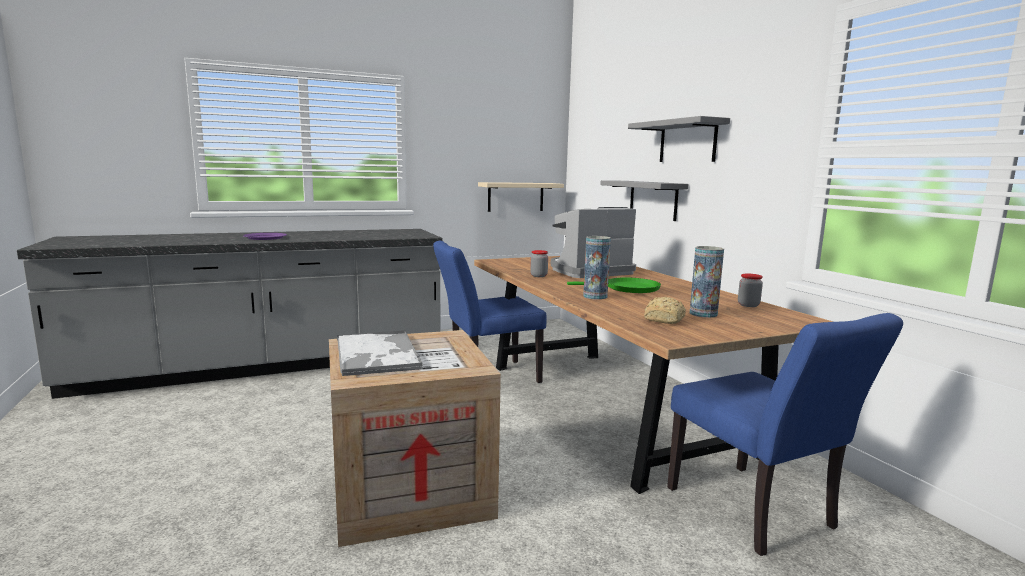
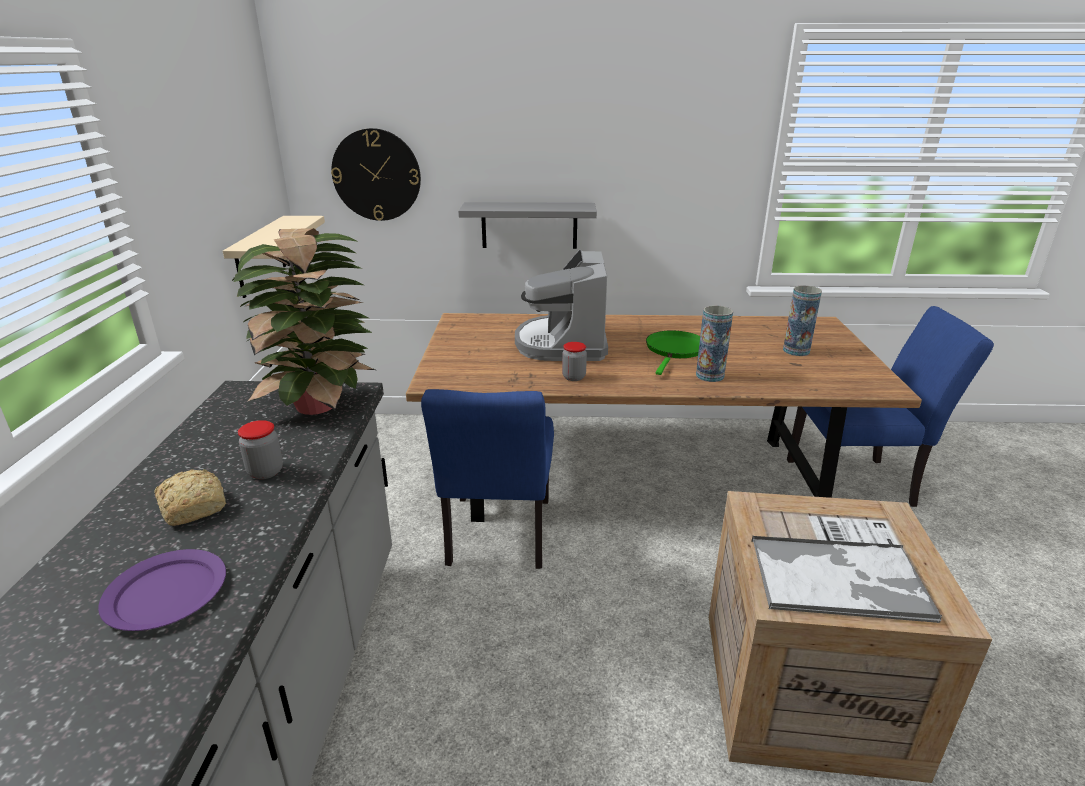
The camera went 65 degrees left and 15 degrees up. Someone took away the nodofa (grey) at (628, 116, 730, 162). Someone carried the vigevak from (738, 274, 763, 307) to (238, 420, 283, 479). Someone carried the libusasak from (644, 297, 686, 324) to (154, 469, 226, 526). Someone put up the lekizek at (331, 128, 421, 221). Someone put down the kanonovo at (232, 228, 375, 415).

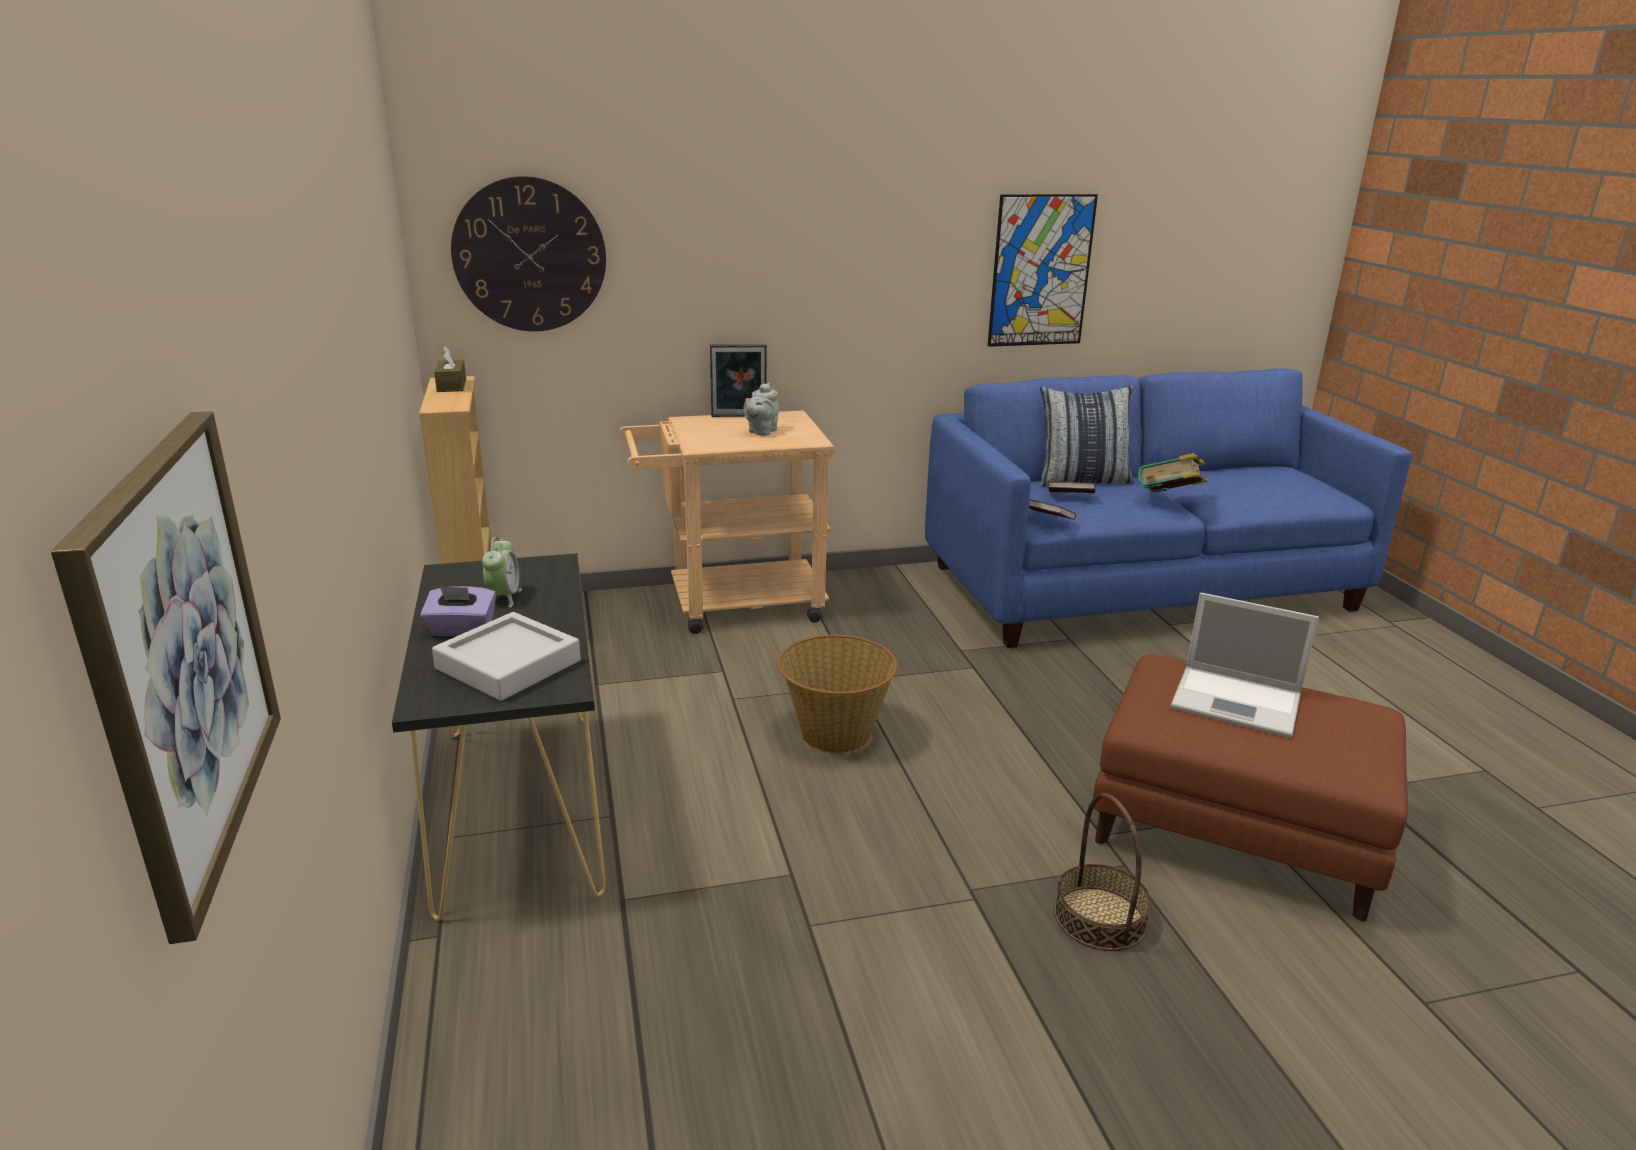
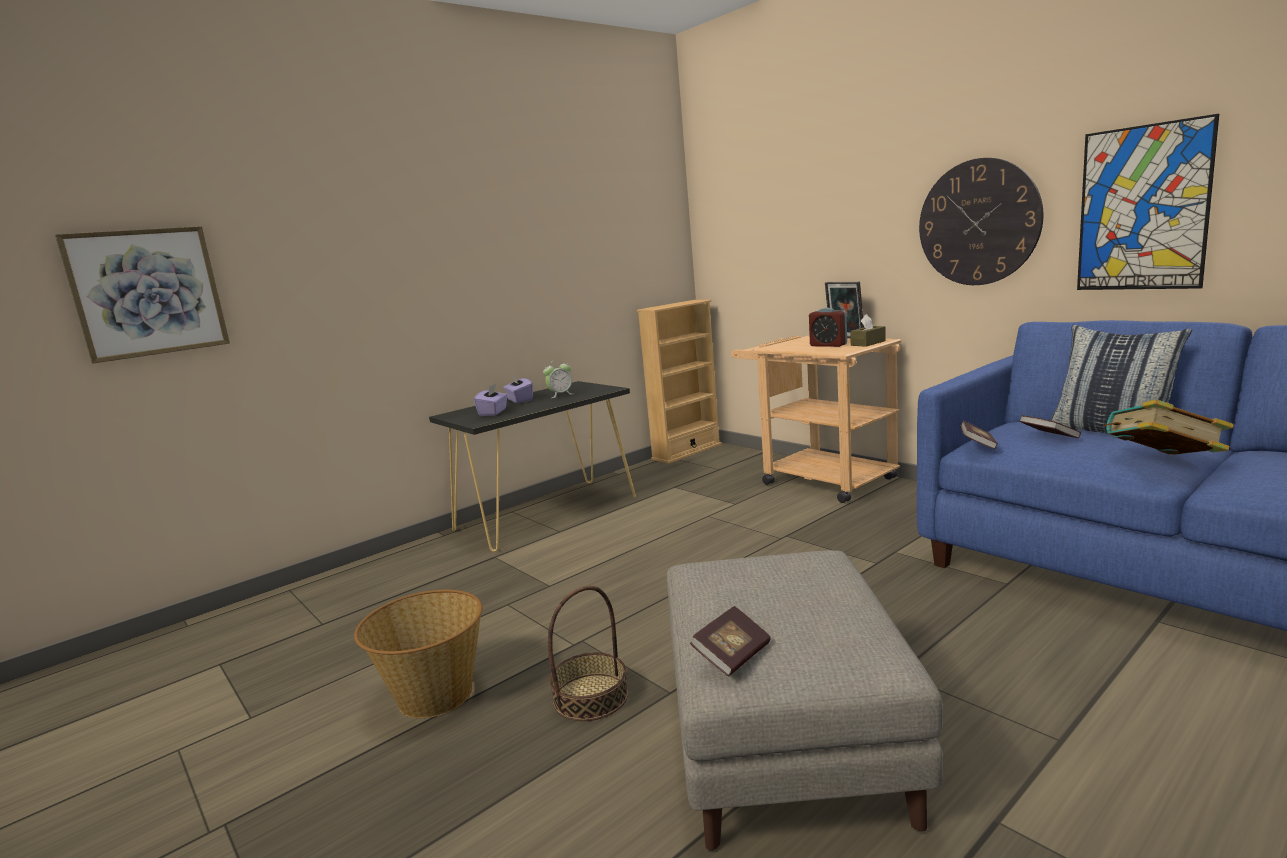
The camera went 65 degrees right and 10 degrees down. Someone carried the lekizek from (451, 176, 606, 331) to (919, 158, 1044, 285). Someone carried the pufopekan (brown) from (434, 346, 466, 392) to (850, 314, 886, 347). Someone swapped the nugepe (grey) at (744, 383, 779, 436) for the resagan at (809, 308, 847, 347). Someone took away the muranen at (1170, 592, 1319, 738). Someone swapped the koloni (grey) at (432, 612, 581, 701) for the pufopekan (purple) at (474, 384, 508, 416). Someone carried the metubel from (777, 634, 897, 754) to (354, 590, 482, 718). Someone repainted the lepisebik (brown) at (1093, 654, 1408, 922), which became the lepisebik (grey) at (667, 550, 943, 851). Someone put down the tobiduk at (690, 606, 771, 677).

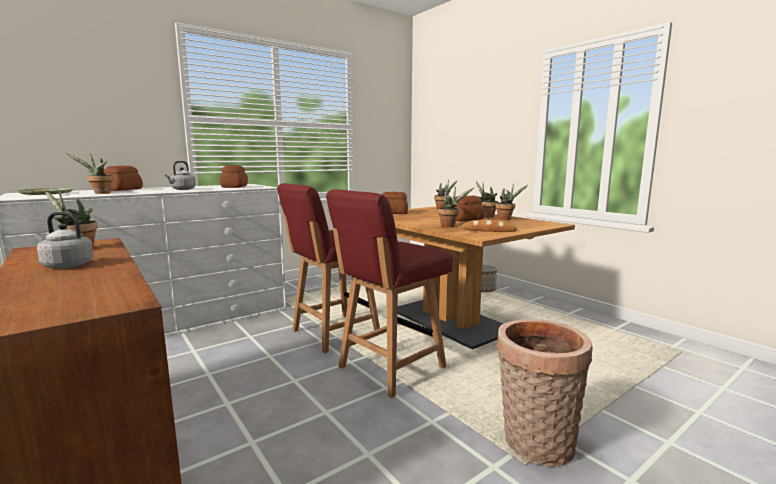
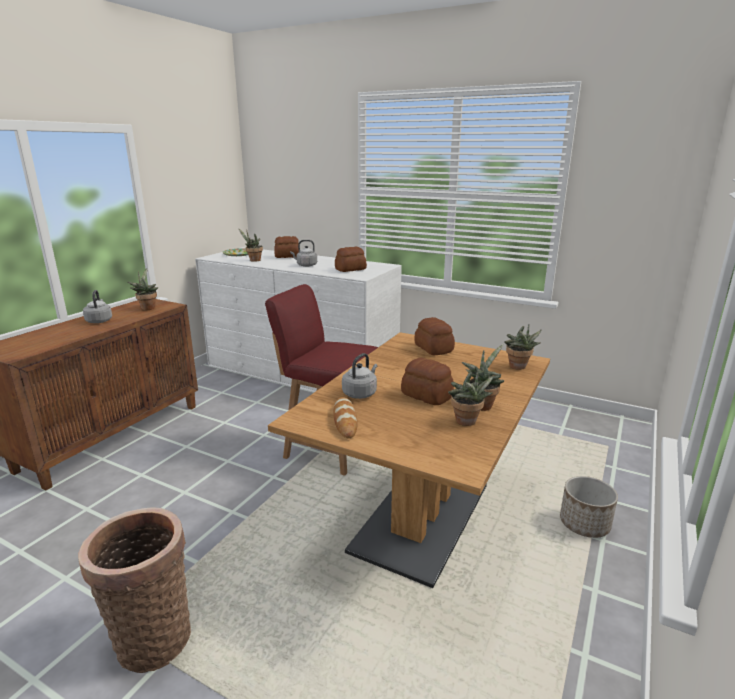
The camera went 65 degrees right and 10 degrees up. Someone swapped the kanonovo at (438, 186, 475, 227) for the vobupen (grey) at (342, 353, 377, 399). Someone took away the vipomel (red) at (326, 189, 453, 398).

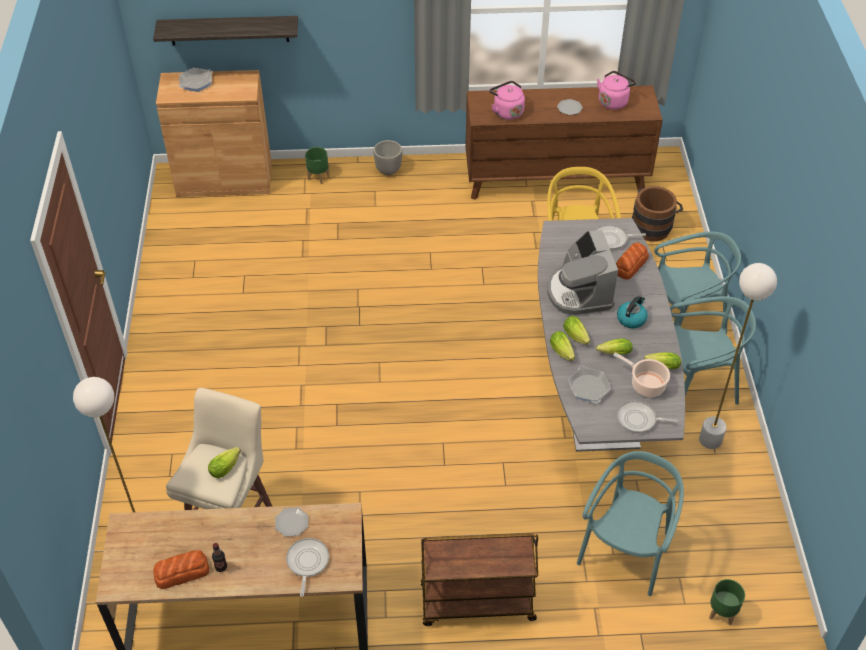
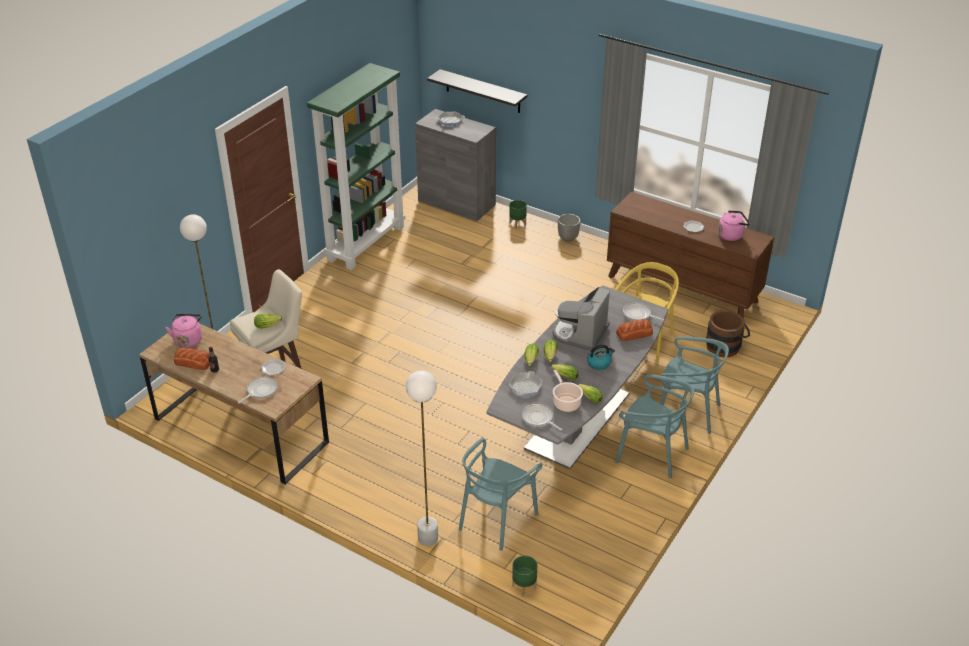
The camera went 35 degrees right and 10 degrees down. Someone repainted the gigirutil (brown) at (156, 70, 272, 197), which became the gigirutil (grey) at (415, 109, 496, 221). Someone carried the vobupen (pink) from (489, 81, 525, 120) to (165, 314, 202, 348). Someone carried the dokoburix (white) from (699, 263, 777, 449) to (406, 371, 438, 546). Someone rotated the vipomel (turquoise) at (577, 451, 684, 596) by 150 degrees clockwise. Someone took away the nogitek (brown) at (421, 533, 538, 626). Someone put down the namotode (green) at (307, 63, 405, 270).

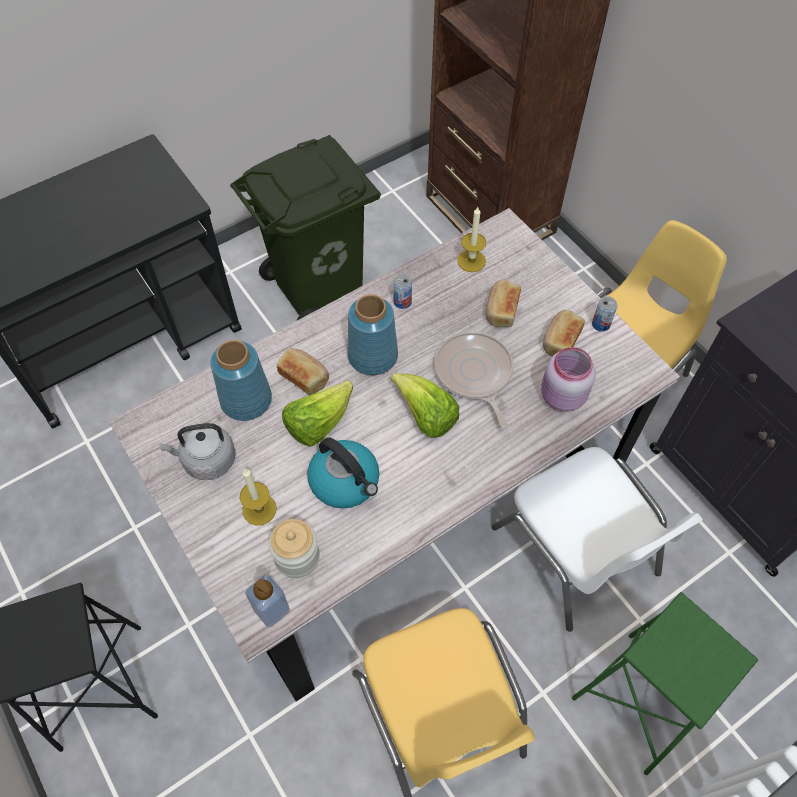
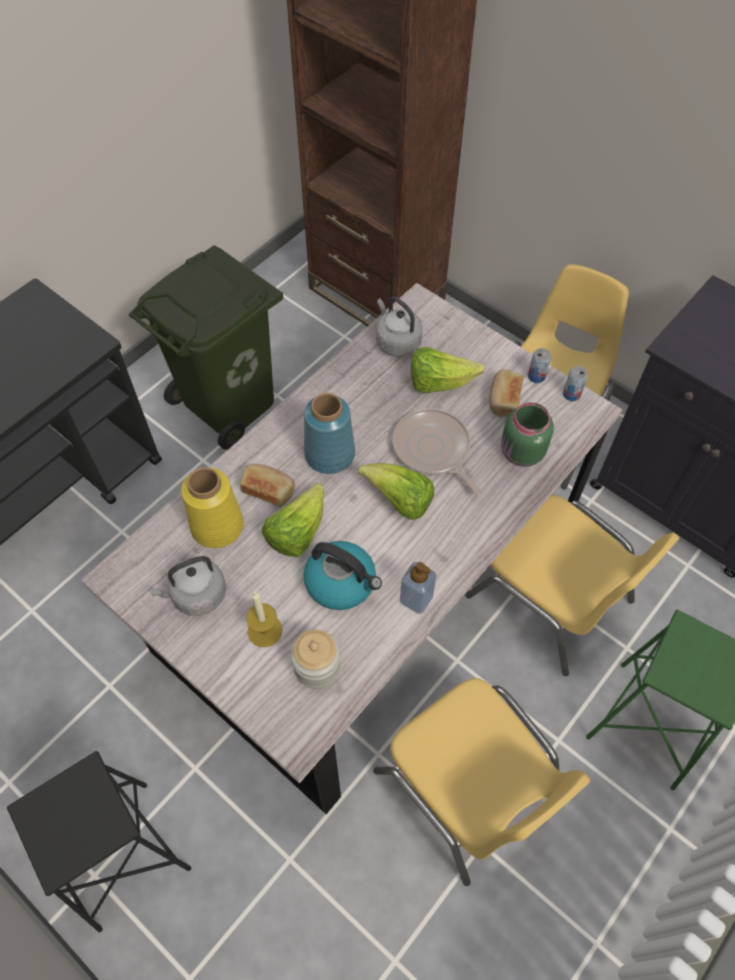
The camera went 15 degrees left and 0 degrees up. Someone swapped the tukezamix at (457, 207, 486, 272) for the vobupen (grey) at (376, 296, 423, 357). Someone carried the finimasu from (393, 274, 412, 309) to (563, 366, 588, 401). Someone swapped the libusasak at (486, 280, 521, 327) for the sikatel at (411, 347, 485, 393). Someone repainted the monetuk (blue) at (211, 340, 272, 421), which became the monetuk (yellow) at (181, 467, 244, 548). Someone repainted the vigevak (pink) at (541, 347, 596, 412), which became the vigevak (green) at (501, 402, 554, 467). Someone repainted the vipomel (white) at (492, 447, 703, 632), which became the vipomel (yellow) at (466, 495, 679, 676). Someone carried the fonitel from (245, 574, 290, 627) to (400, 562, 437, 614).

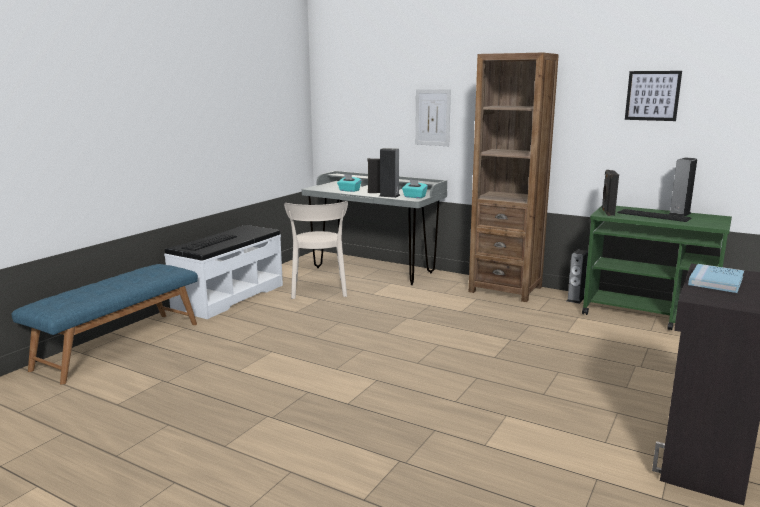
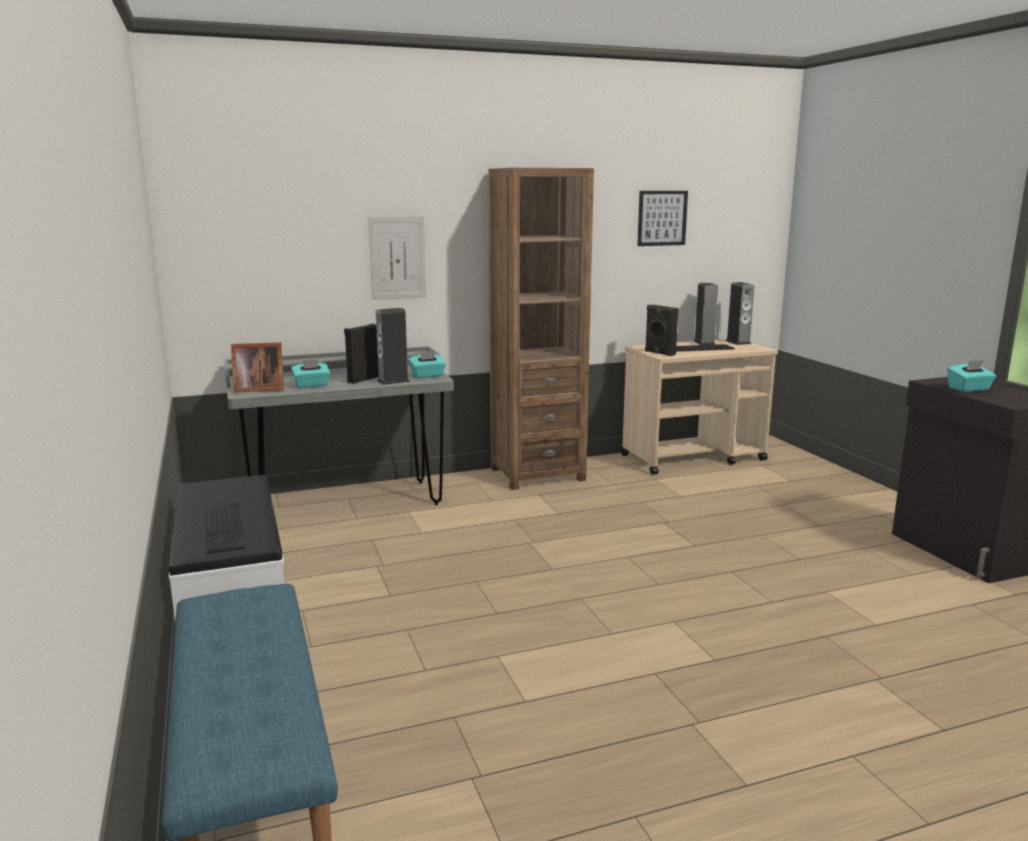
The camera went 50 degrees left and 0 degrees up. Someone took away the vipomel (beige) at (284, 201, 348, 299). Someone repainted the nogitek (green) at (582, 206, 732, 330), which became the nogitek (beige) at (621, 339, 778, 475). Someone carried the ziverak from (567, 250, 588, 304) to (726, 282, 754, 345). Someone swapped the tobiduk (blue) at (688, 264, 744, 293) for the pufopekan (turquoise) at (947, 360, 996, 392). Someone put down the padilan at (231, 342, 284, 393).

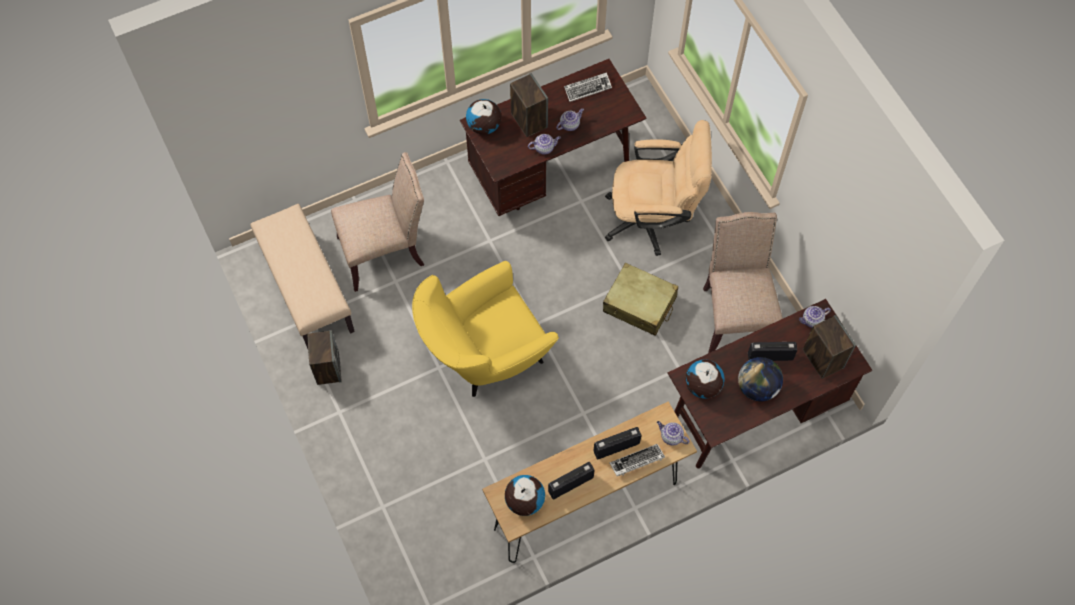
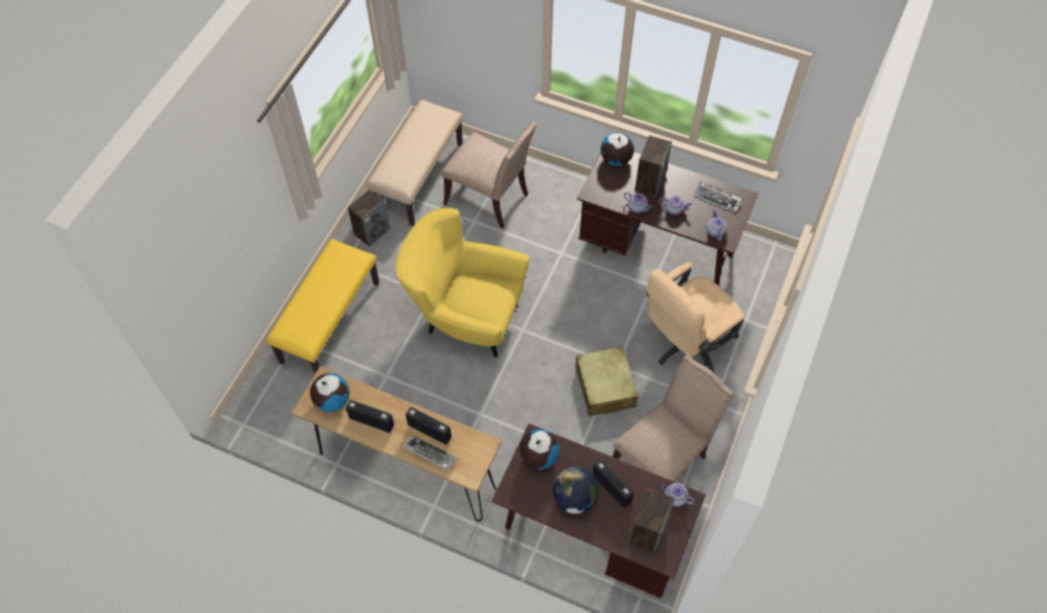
The camera went 50 degrees right and 5 degrees down. Someone rotated the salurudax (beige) at (605, 120, 712, 256) by 90 degrees clockwise. Someone carried the nugepe from (657, 421, 689, 446) to (706, 210, 727, 241). Someone put down the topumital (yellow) at (267, 239, 379, 374).

